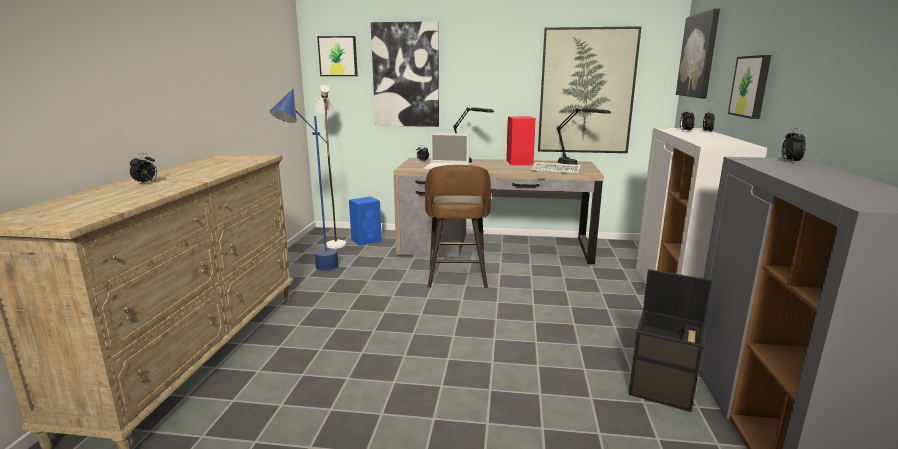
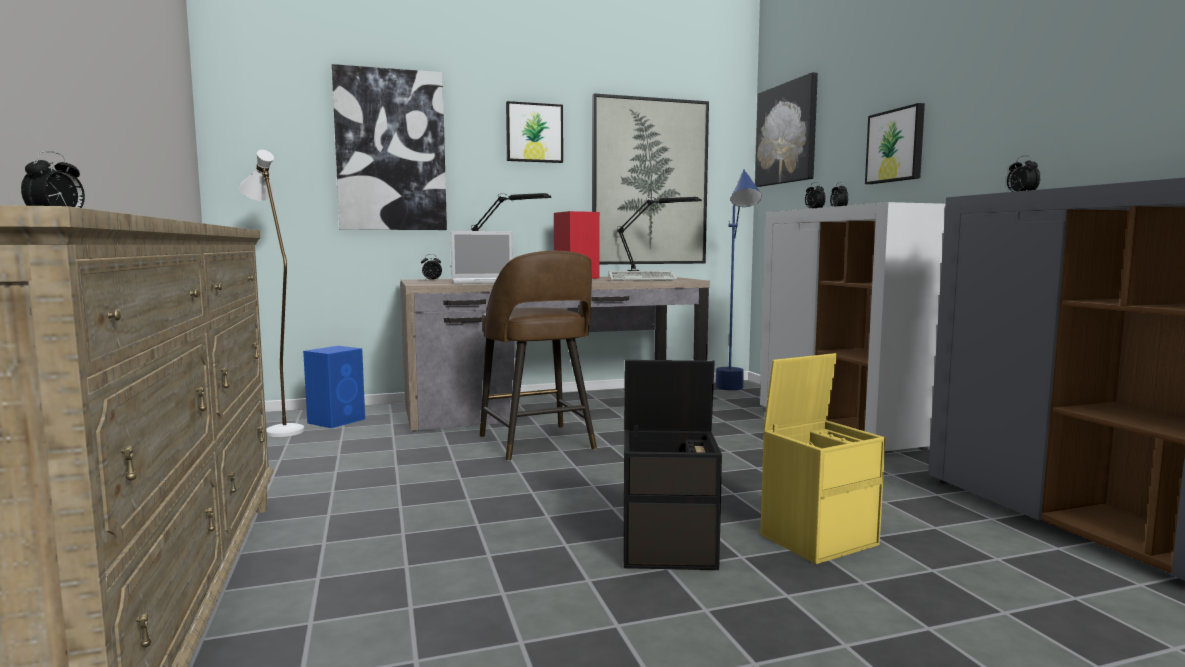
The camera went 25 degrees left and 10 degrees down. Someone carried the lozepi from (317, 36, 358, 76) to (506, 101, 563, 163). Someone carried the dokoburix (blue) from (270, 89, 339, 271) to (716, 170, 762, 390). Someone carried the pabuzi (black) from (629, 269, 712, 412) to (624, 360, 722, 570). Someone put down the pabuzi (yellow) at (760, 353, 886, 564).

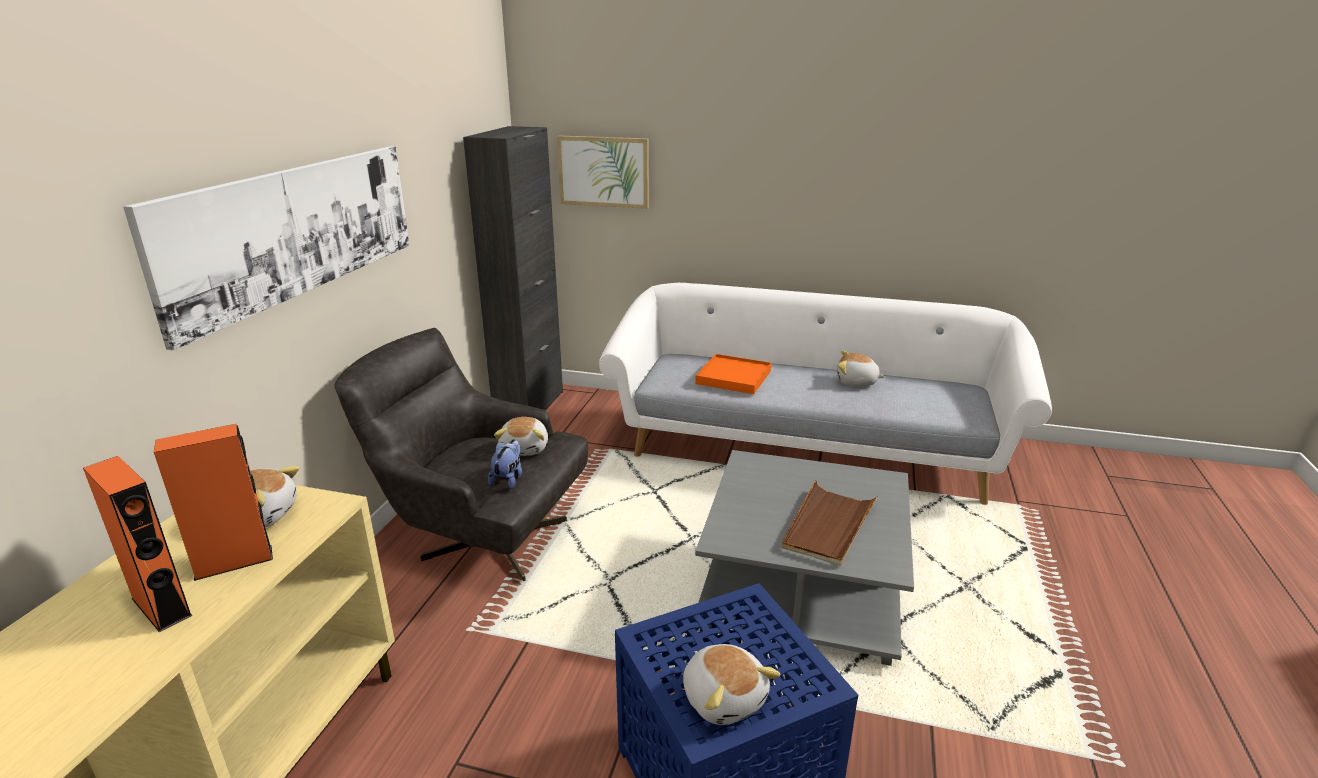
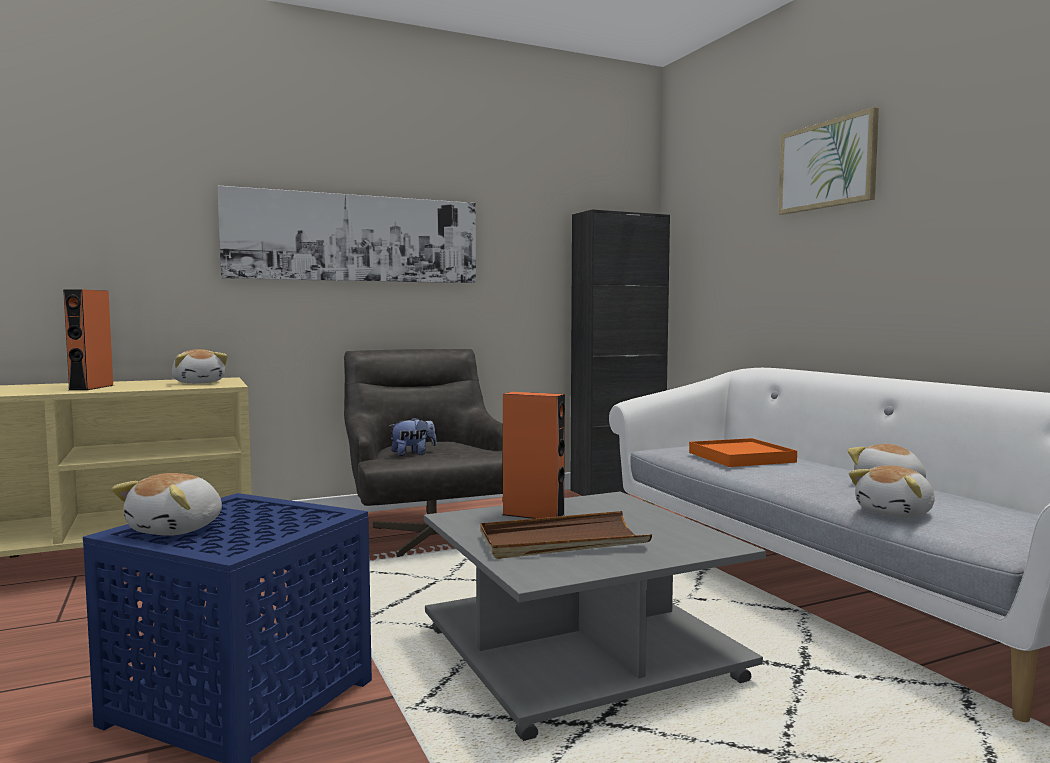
The camera went 50 degrees right and 20 degrees down. Someone carried the lozepi from (557, 135, 649, 209) to (778, 107, 879, 215). Someone carried the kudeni from (494, 417, 548, 456) to (849, 465, 935, 518). Someone carried the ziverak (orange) from (154, 424, 273, 581) to (503, 392, 565, 519).

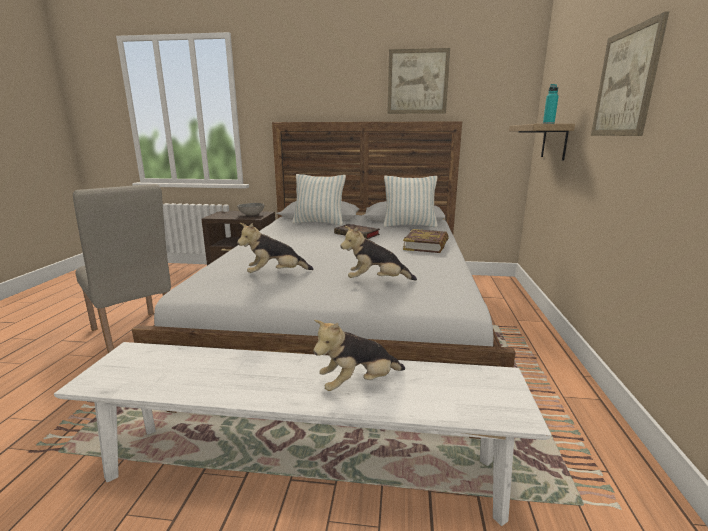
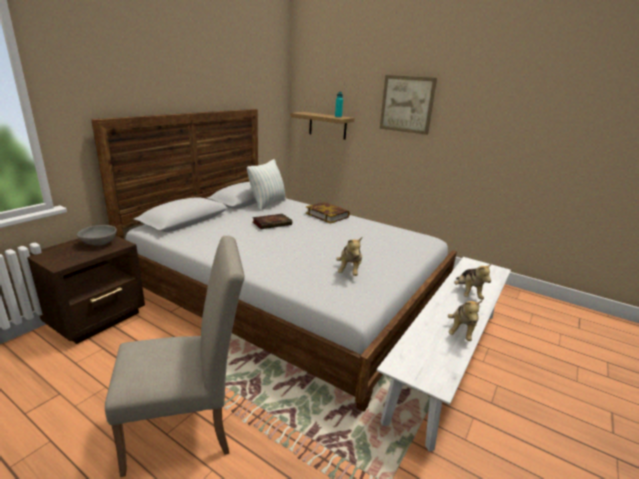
The camera went 65 degrees left and 5 degrees up. Someone took away the lozepi at (387, 48, 450, 114). Someone took away the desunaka at (292, 174, 346, 226). Someone carried the kudeni from (340, 226, 417, 281) to (448, 300, 483, 341).

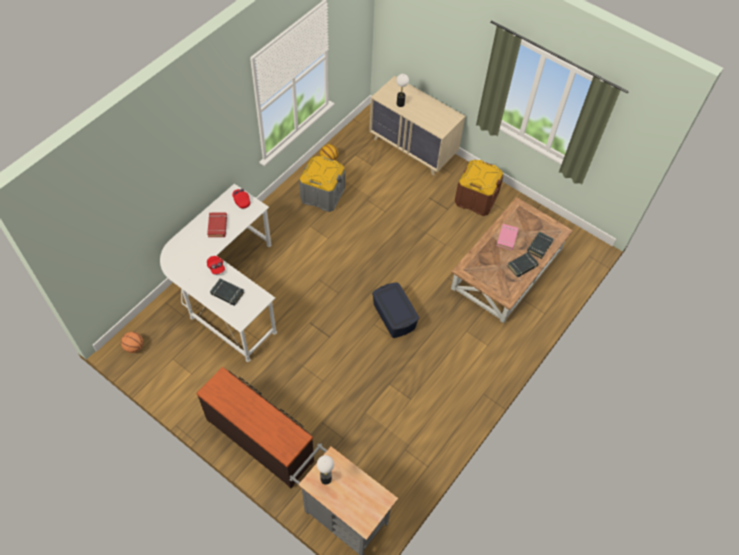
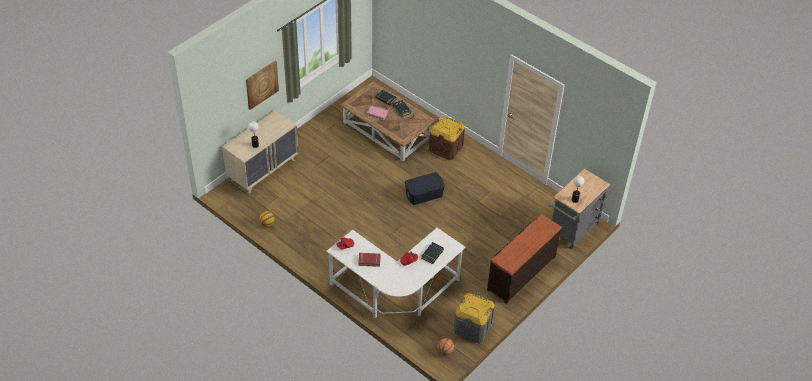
The camera went 85 degrees left and 10 degrees down. Someone carried the pabuzi (grey) from (299, 156, 345, 212) to (453, 293, 495, 343). Someone carried the pabuzi (brown) from (455, 160, 503, 216) to (429, 117, 465, 160). Someone put up the lozepi at (246, 61, 279, 110).

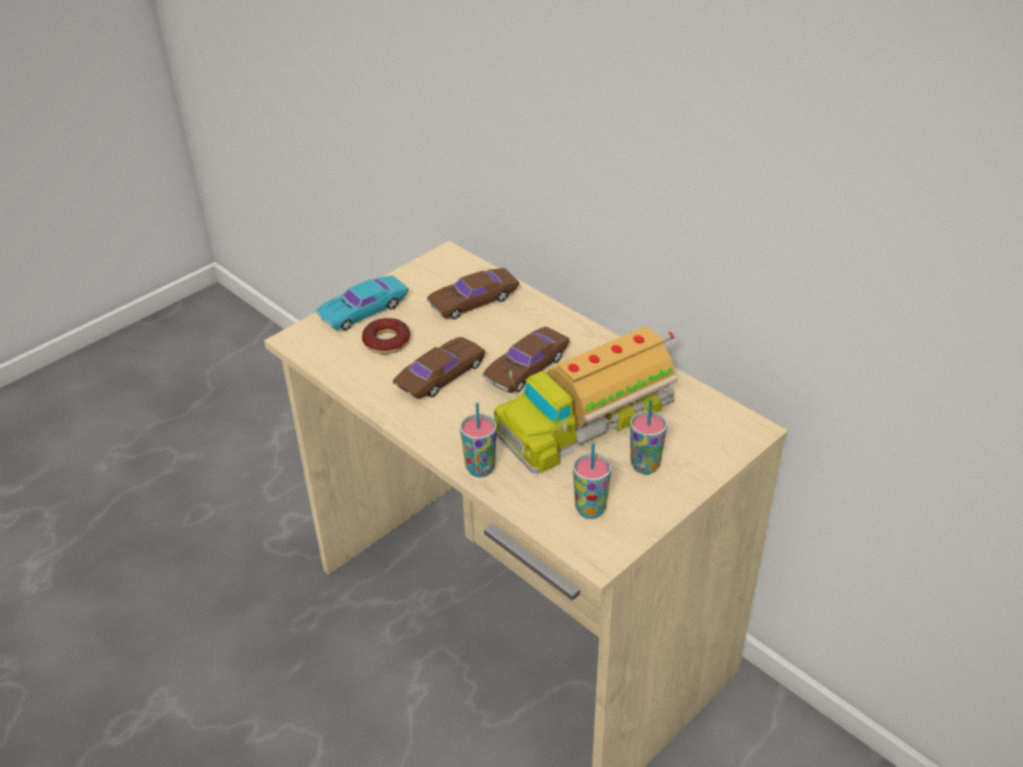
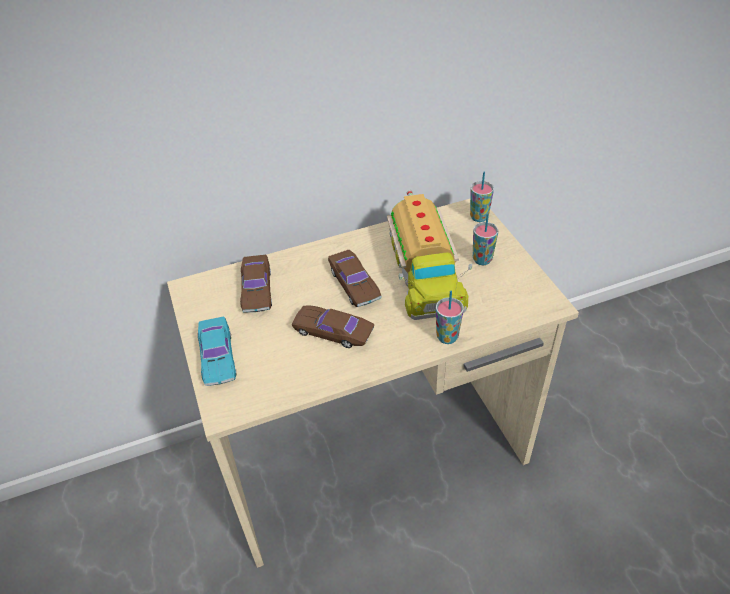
The camera went 65 degrees left and 5 degrees up. Someone took away the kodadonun at (362, 318, 410, 354). Someone rotated the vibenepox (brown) at (393, 337, 485, 399) by 45 degrees counterclockwise. Someone carried the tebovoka from (573, 443, 611, 519) to (470, 172, 494, 222).

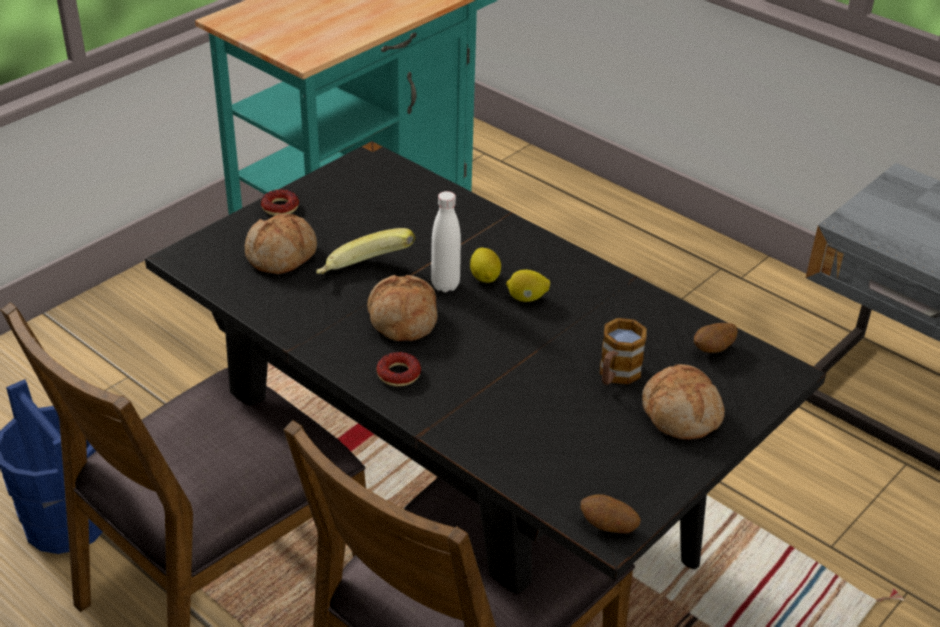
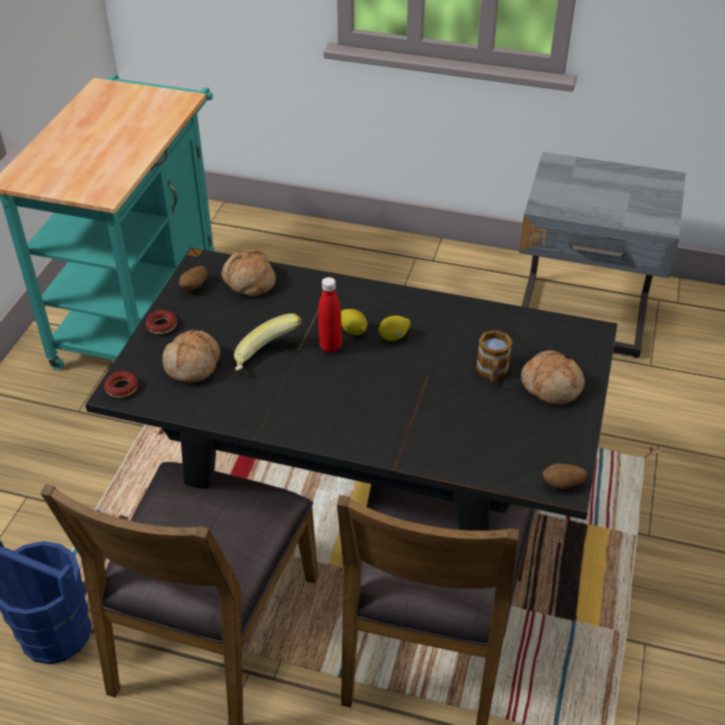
The camera went 25 degrees left and 5 degrees up. Someone repainted the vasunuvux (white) at (431, 191, 461, 292), which became the vasunuvux (red) at (318, 277, 342, 353). Someone carried the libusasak from (367, 275, 438, 341) to (222, 250, 276, 296). Someone carried the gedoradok from (694, 323, 738, 353) to (179, 266, 207, 290). Someone carried the kodadonun from (377, 352, 421, 386) to (104, 371, 138, 398).

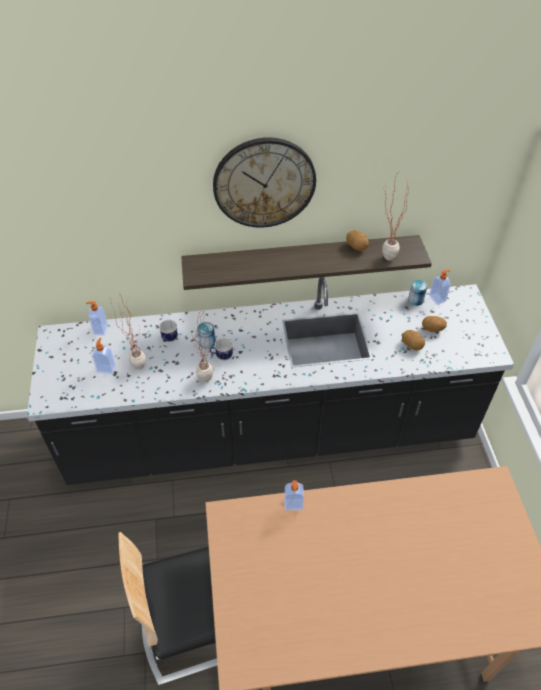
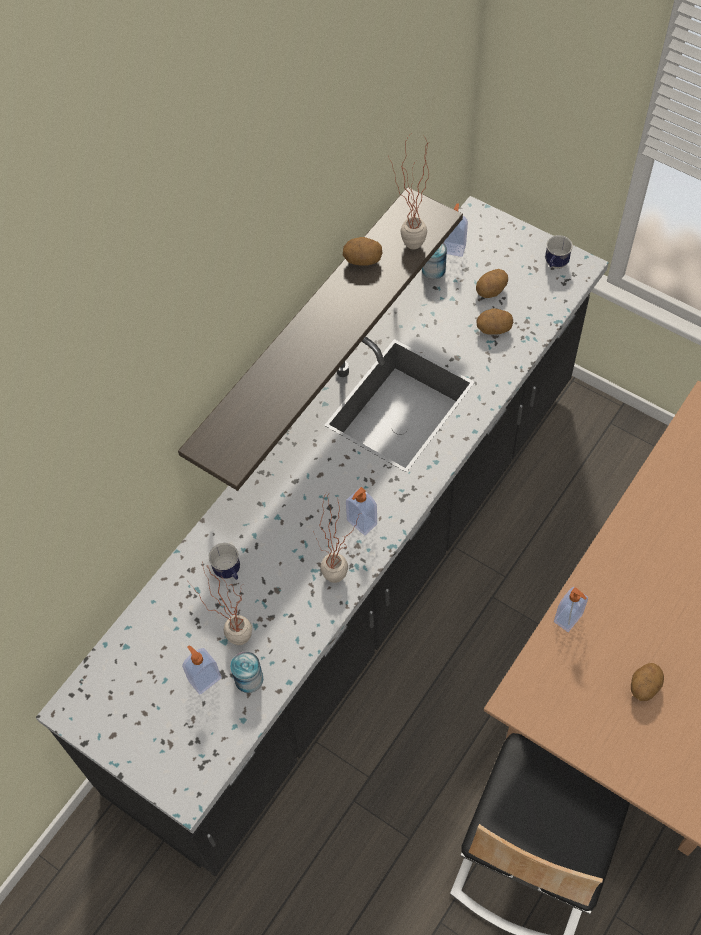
The camera went 45 degrees left and 10 degrees up. Someone took away the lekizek at (213, 138, 316, 228). Someone carried the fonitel from (86, 301, 108, 335) to (346, 487, 377, 535). Someone carried the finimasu from (197, 322, 215, 349) to (230, 651, 263, 693). Someone carried the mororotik from (210, 337, 233, 361) to (545, 235, 573, 269). Someone put down the gedoradok at (631, 663, 664, 701).

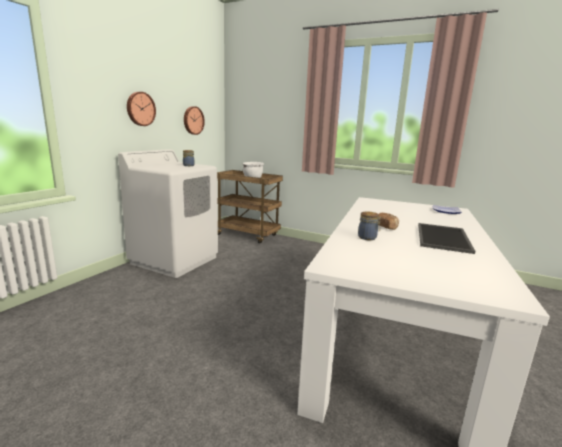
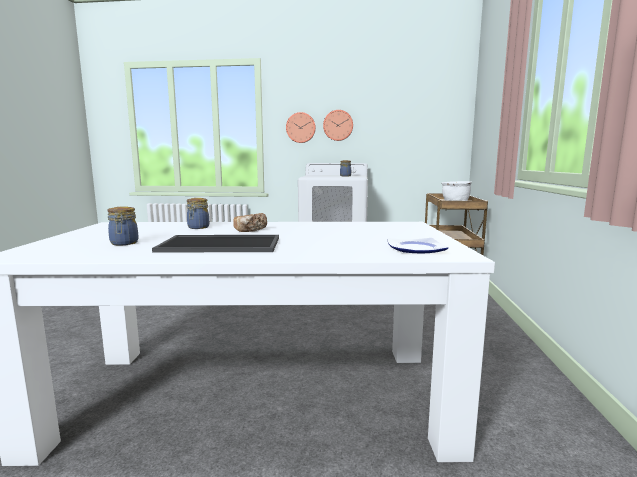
The camera went 70 degrees right and 5 degrees down. Someone carried the lekizek from (184, 106, 205, 135) to (286, 112, 316, 143). Someone put down the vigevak at (107, 206, 138, 245).

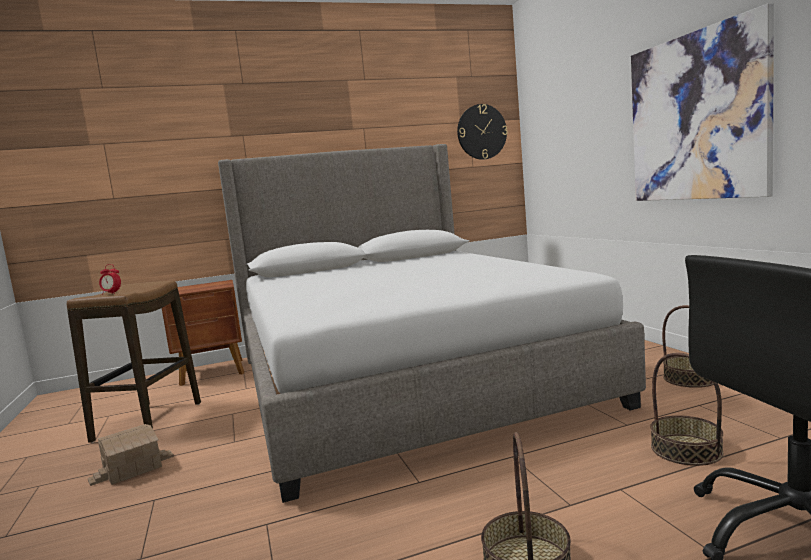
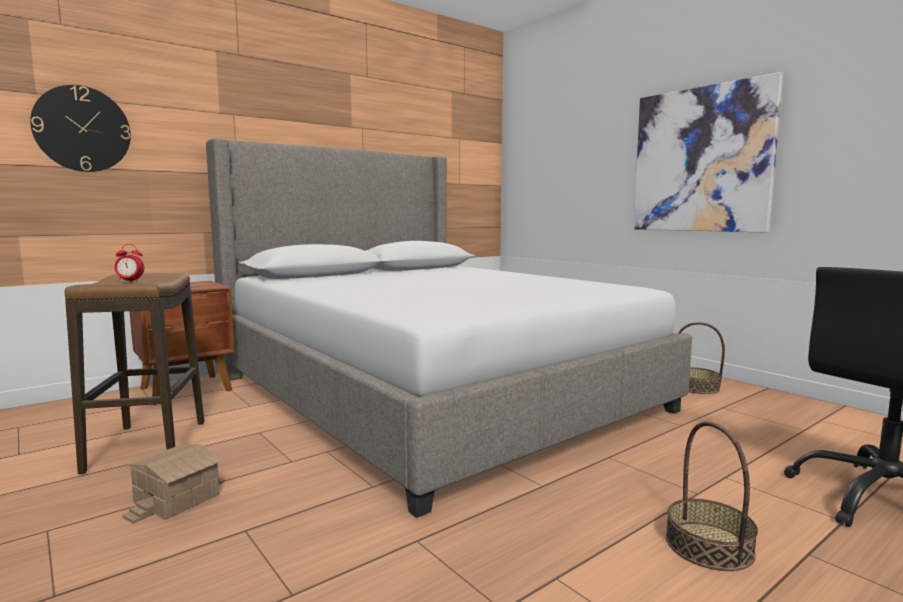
The camera went 20 degrees left and 0 degrees up. Someone carried the lekizek from (457, 104, 508, 160) to (30, 85, 131, 172). Someone took away the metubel at (650, 352, 724, 466).

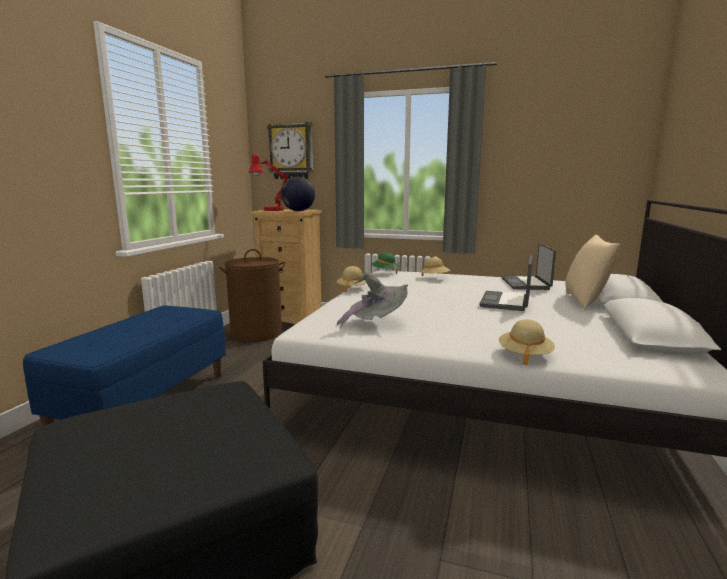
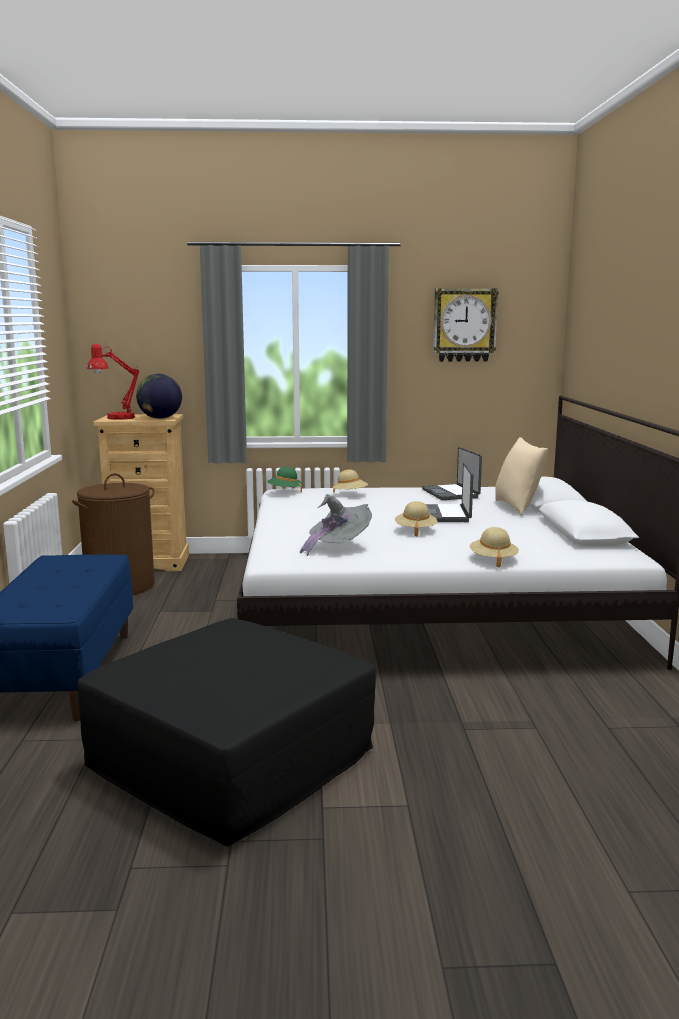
The camera went 20 degrees left and 0 degrees up. Someone carried the lekizek from (267, 122, 313, 179) to (433, 288, 499, 362). Someone carried the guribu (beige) from (336, 266, 366, 293) to (395, 501, 437, 536).

